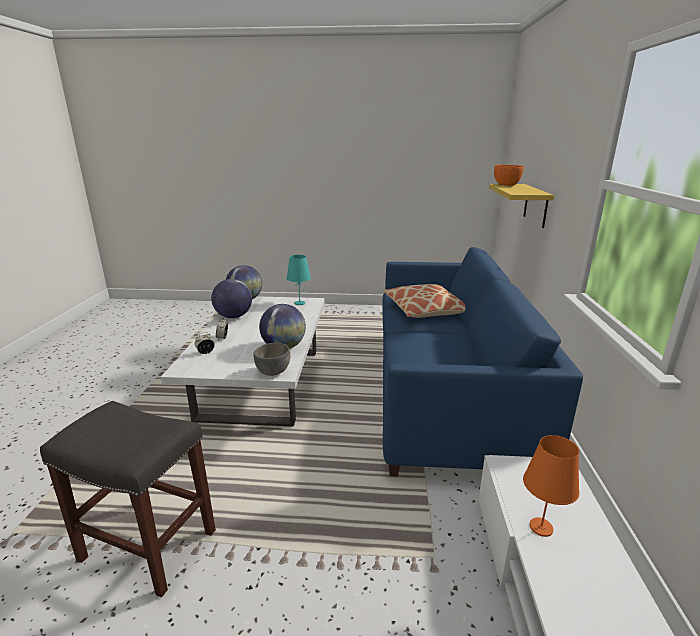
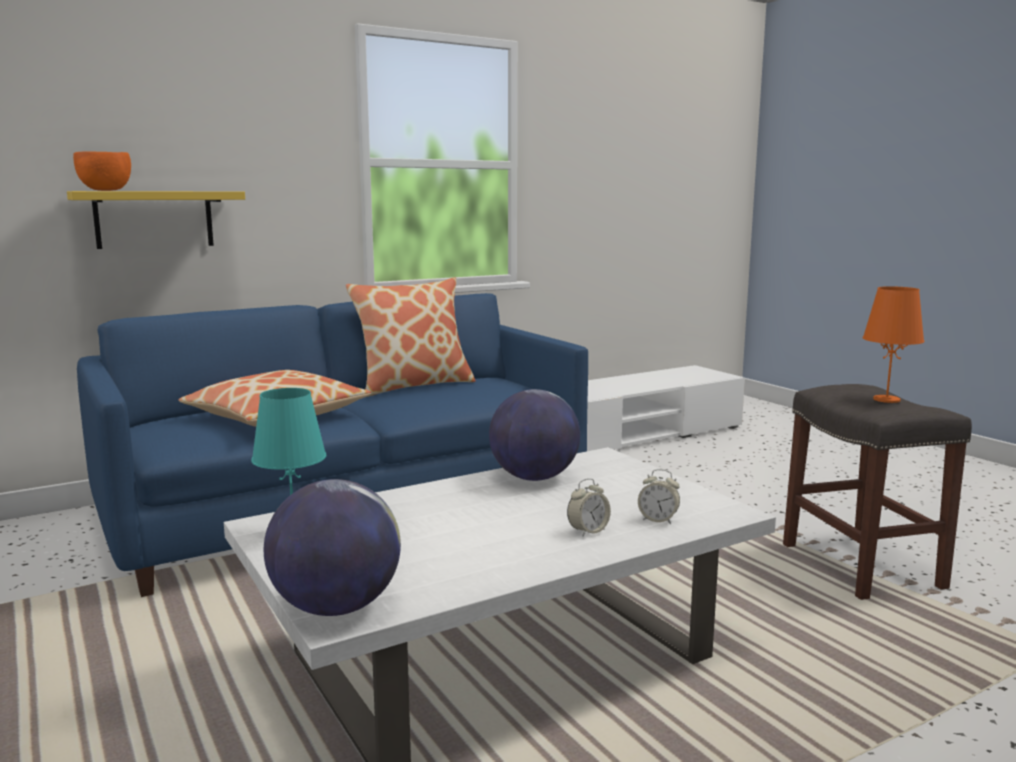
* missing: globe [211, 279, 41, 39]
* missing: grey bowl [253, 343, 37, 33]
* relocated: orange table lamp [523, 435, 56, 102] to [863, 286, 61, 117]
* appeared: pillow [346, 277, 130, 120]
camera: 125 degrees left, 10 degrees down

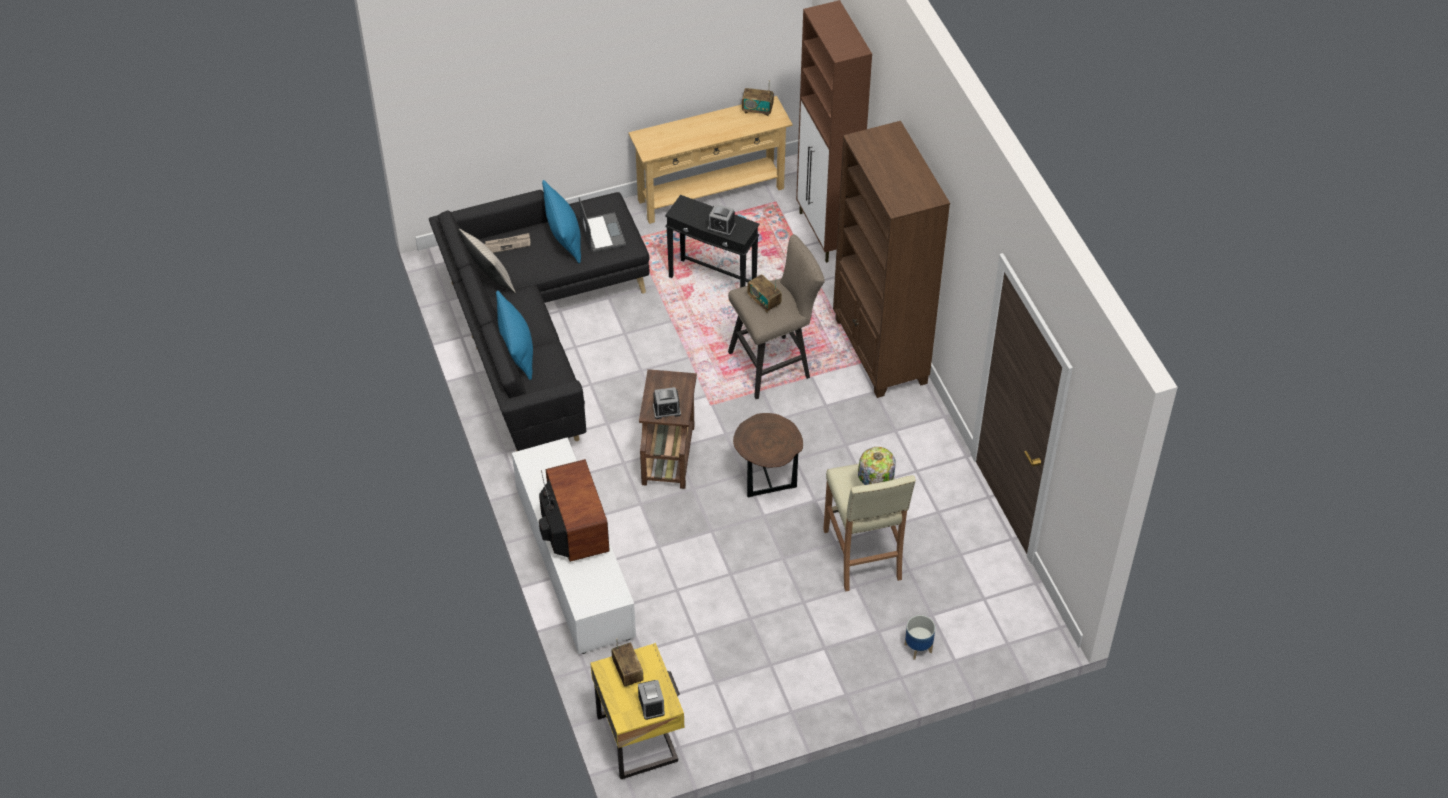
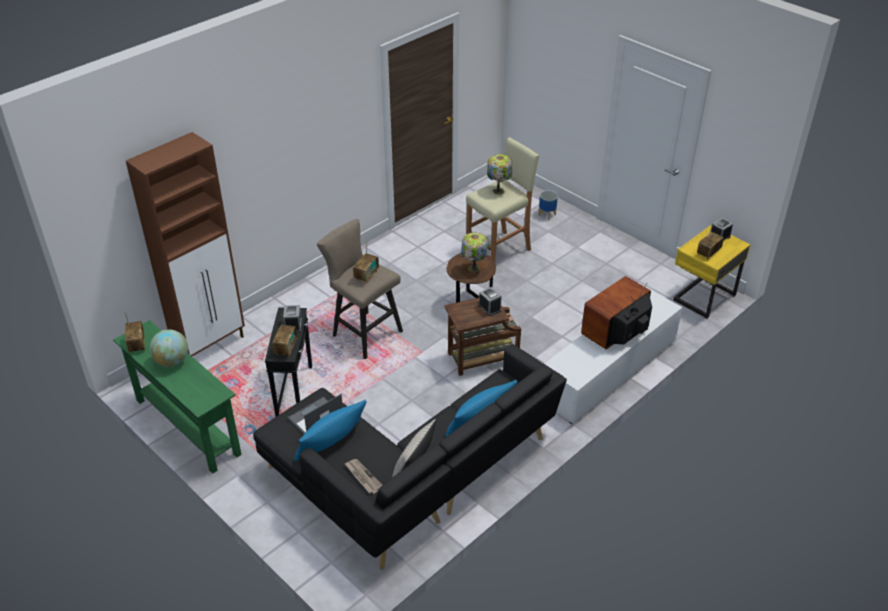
* colour: beige console table [628, 96, 165, 128] to green console table [113, 320, 129, 154]
* missing: brown bookcase [833, 121, 117, 277]
* appeared: globe [149, 330, 39, 37]
* appeared: radio [272, 314, 25, 43]
* appeared: table lamp [461, 233, 27, 40]
camera: 115 degrees left, 10 degrees down

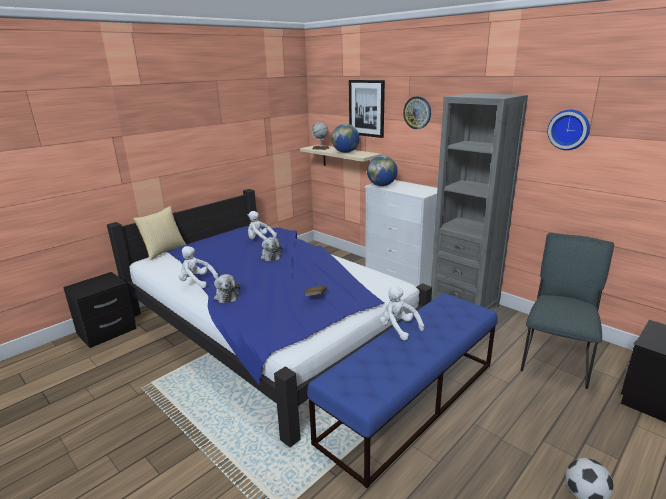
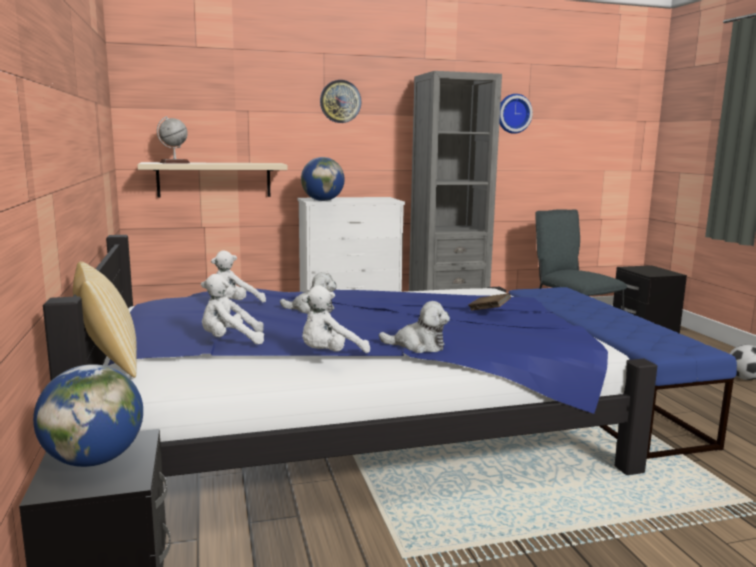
* relocated: globe [331, 124, 29, 29] to [33, 364, 110, 103]
* missing: picture [349, 80, 36, 58]
* relocated: white plush toy [380, 286, 45, 54] to [201, 274, 63, 71]
camera: 60 degrees left, 10 degrees down

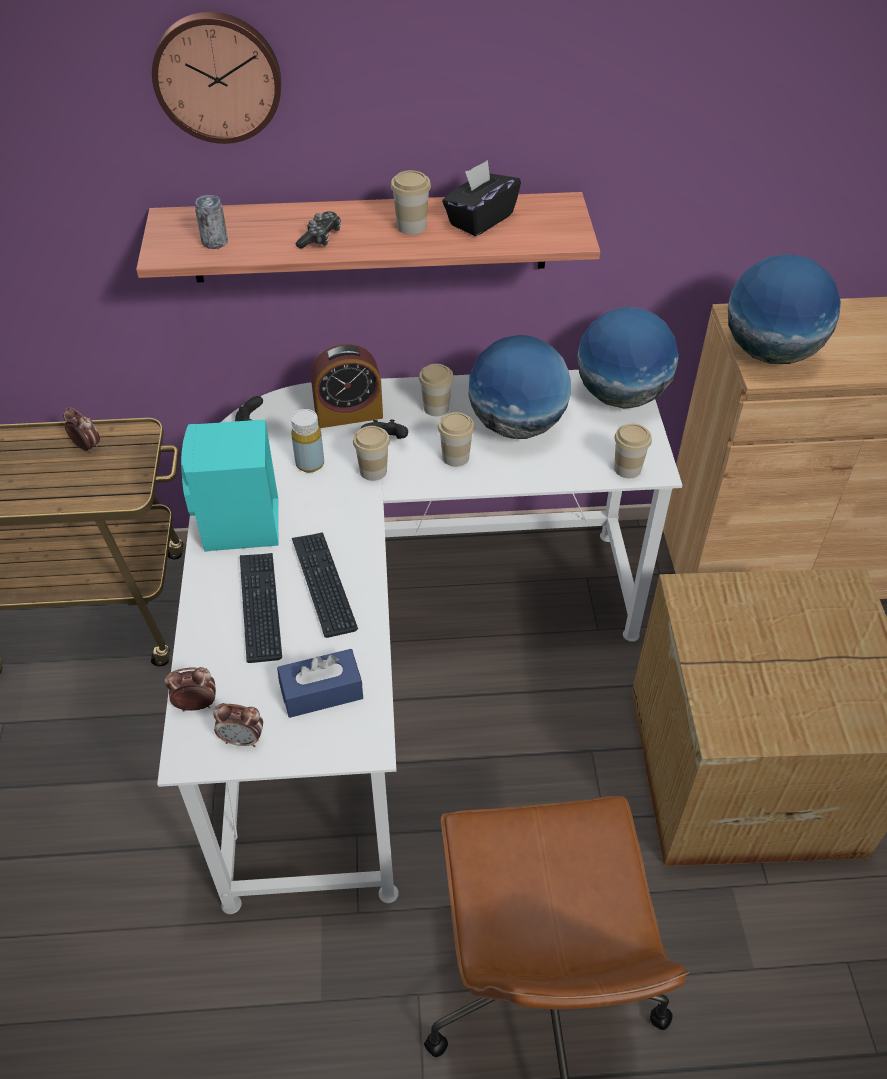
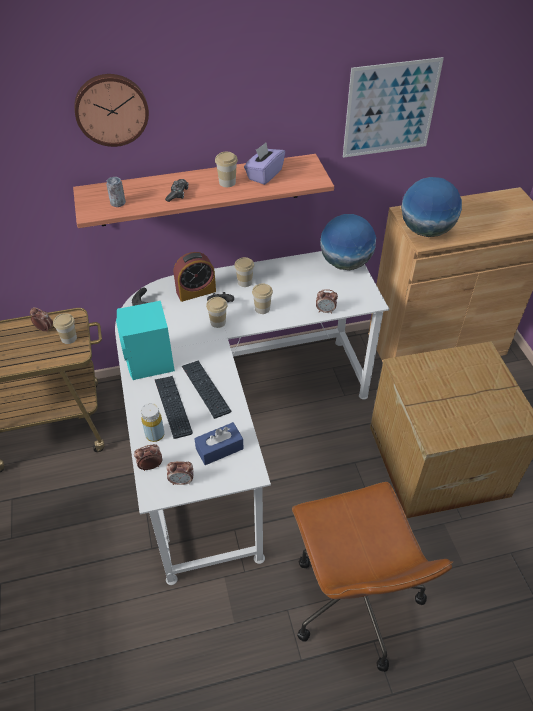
* relocated: yellow bottle [291, 409, 33, 64] to [141, 403, 24, 39]
* colour: black tissue box [442, 160, 79, 76] to purple tissue box [244, 142, 41, 43]
* missing: globe [469, 335, 102, 104]
* relocated: cup [614, 424, 38, 54] to [53, 313, 24, 31]
* appeared: alarm clock [316, 289, 22, 25]
* appeared: picture [343, 57, 101, 101]
camera: 10 degrees left, 0 degrees up

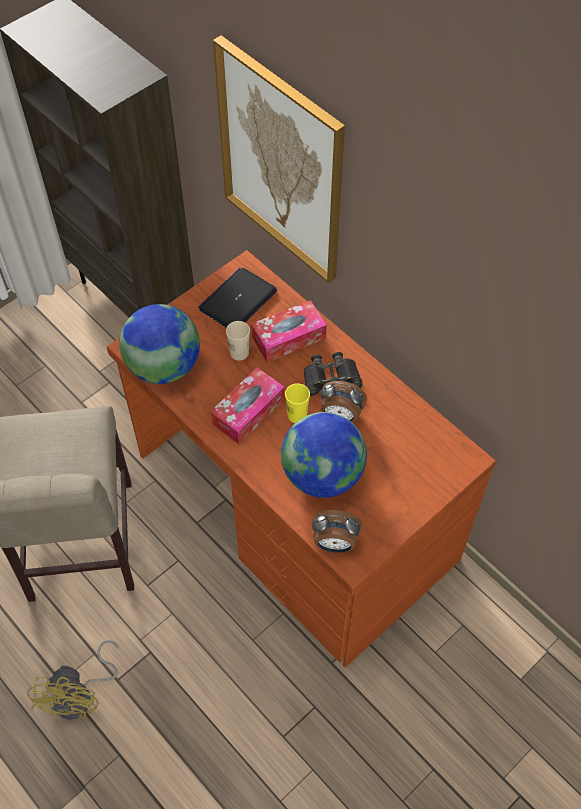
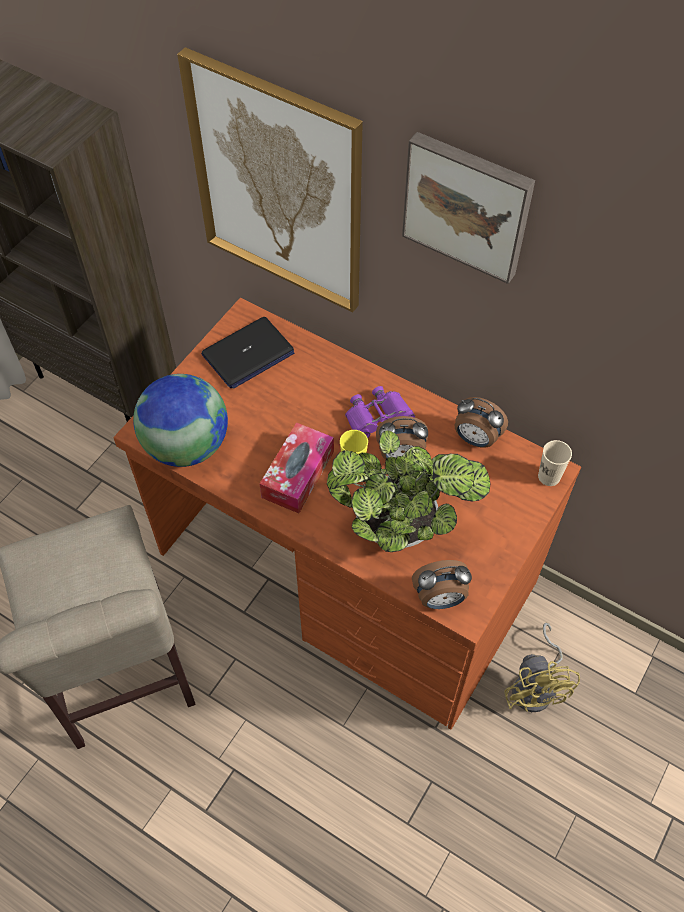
* relocated: yellow fan [27, 640, 92, 80] to [504, 623, 76, 89]
* spun: laptop [198, 268, 79, 60] = [201, 317, 93, 72] 150 degrees counterclockwise
* relocated: beige cup [226, 321, 24, 40] to [538, 440, 34, 46]
* missing: tissue box [251, 300, 76, 62]
* exchanged: globe [281, 412, 86, 86] to potted plant [327, 431, 164, 121]
* colour: black binoculars [303, 352, 60, 44] to purple binoculars [345, 386, 70, 52]
* appeared: picture [402, 132, 133, 152]
* appeared: alarm clock [455, 397, 53, 51]
camera: 15 degrees left, 0 degrees up

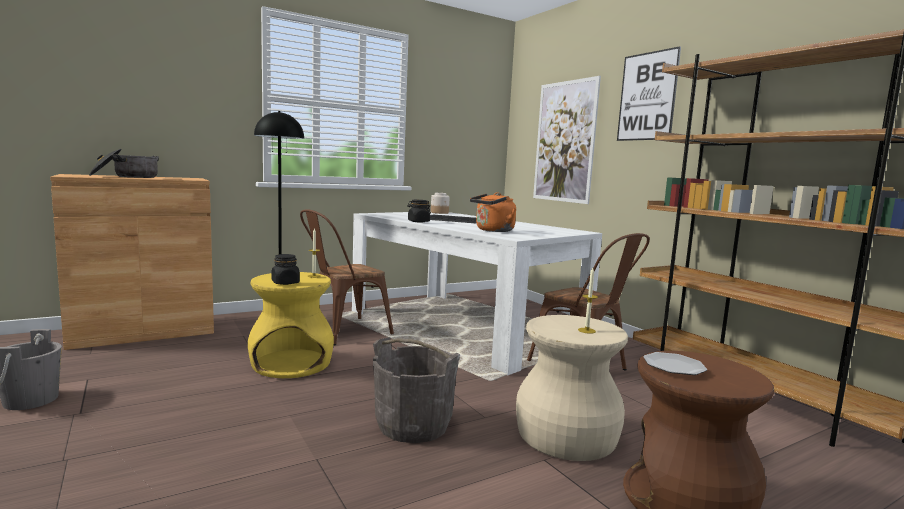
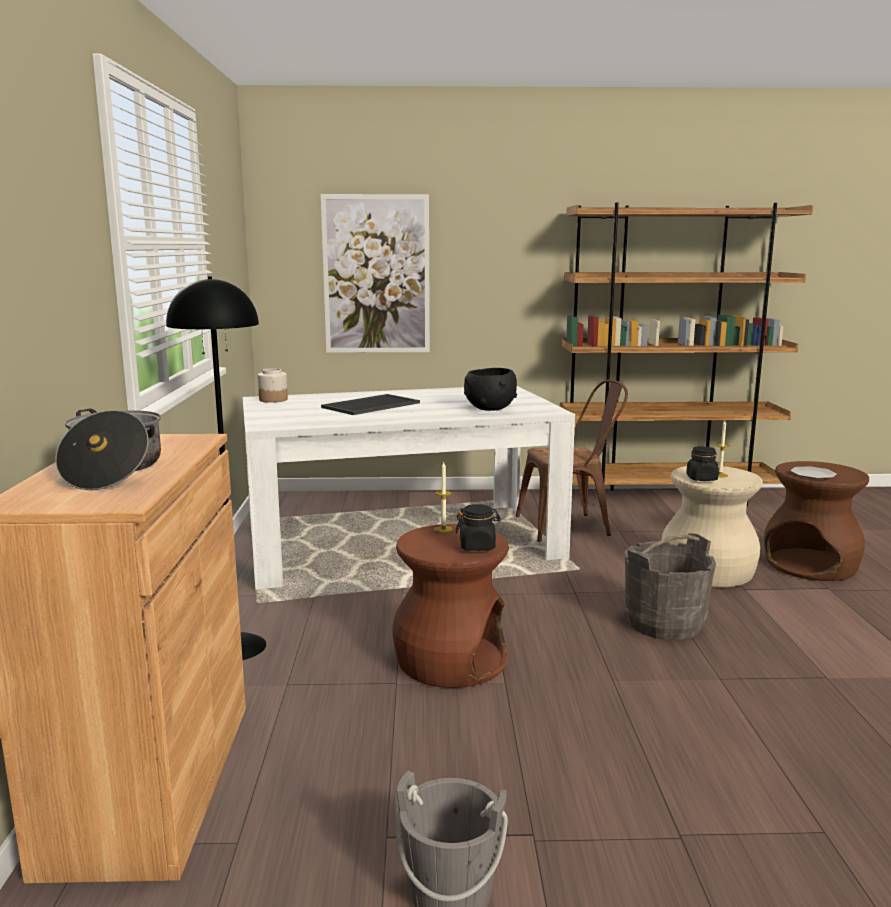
* colour: yellow stool [248, 272, 86, 106] to brown stool [393, 524, 116, 164]
* missing: brown chair [300, 209, 94, 136]
* relocated: black jar [407, 200, 24, 23] to [686, 446, 33, 35]
* exchanged: orange kettle [470, 192, 46, 40] to black bowl [464, 368, 53, 43]
* missing: picture [617, 46, 64, 95]
camera: 60 degrees left, 5 degrees up

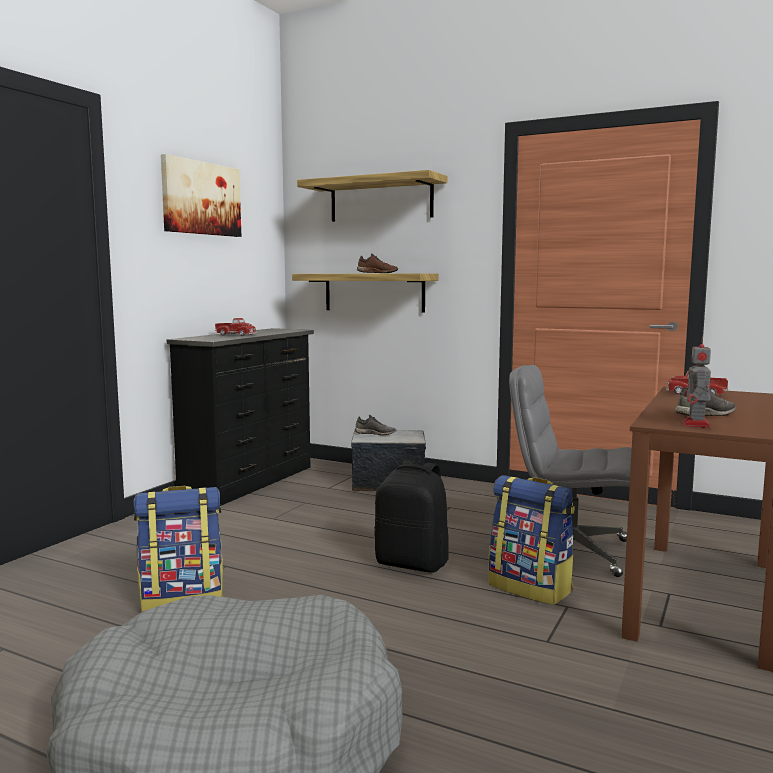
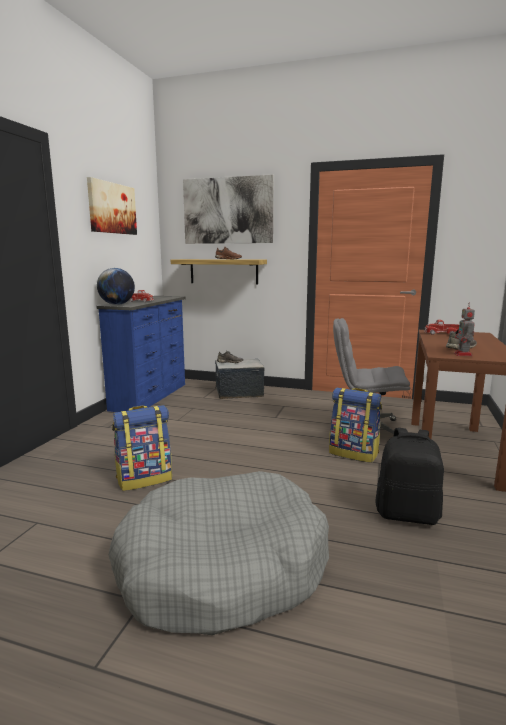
* colour: black dresser [167, 328, 147, 178] to blue dresser [96, 296, 89, 116]
* exchanged: shelf [297, 170, 150, 52] to picture [183, 175, 91, 69]
* relocated: black backpack [374, 460, 75, 113] to [376, 428, 68, 97]
* appeared: globe [97, 268, 38, 37]
camera: 10 degrees left, 5 degrees up

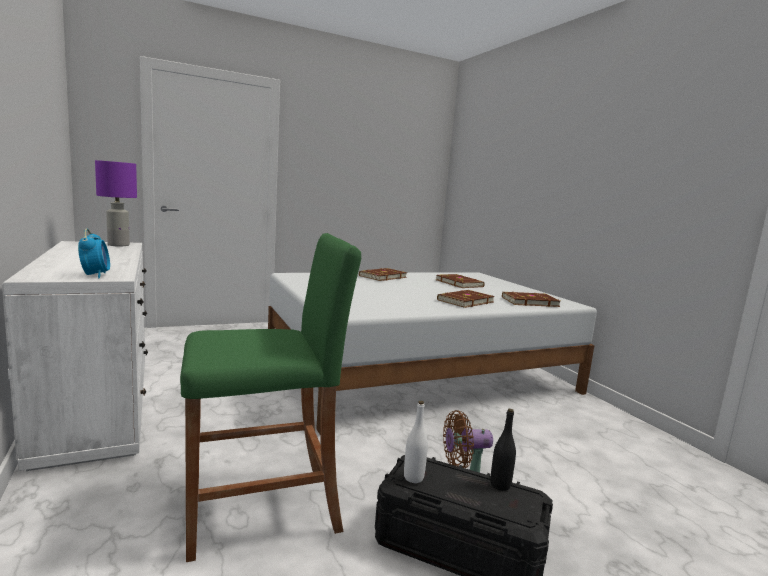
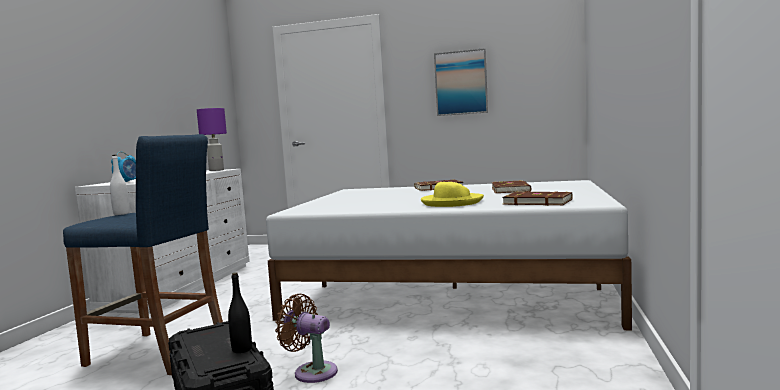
* colour: green stool [180, 233, 181, 329] to blue stool [63, 134, 160, 241]
* relocated: white bottle [404, 401, 24, 82] to [110, 155, 20, 60]
* exchanged: brown book [437, 290, 58, 18] to yellow hat [421, 182, 63, 25]
* appeared: picture [434, 48, 54, 68]
camera: 40 degrees right, 5 degrees down

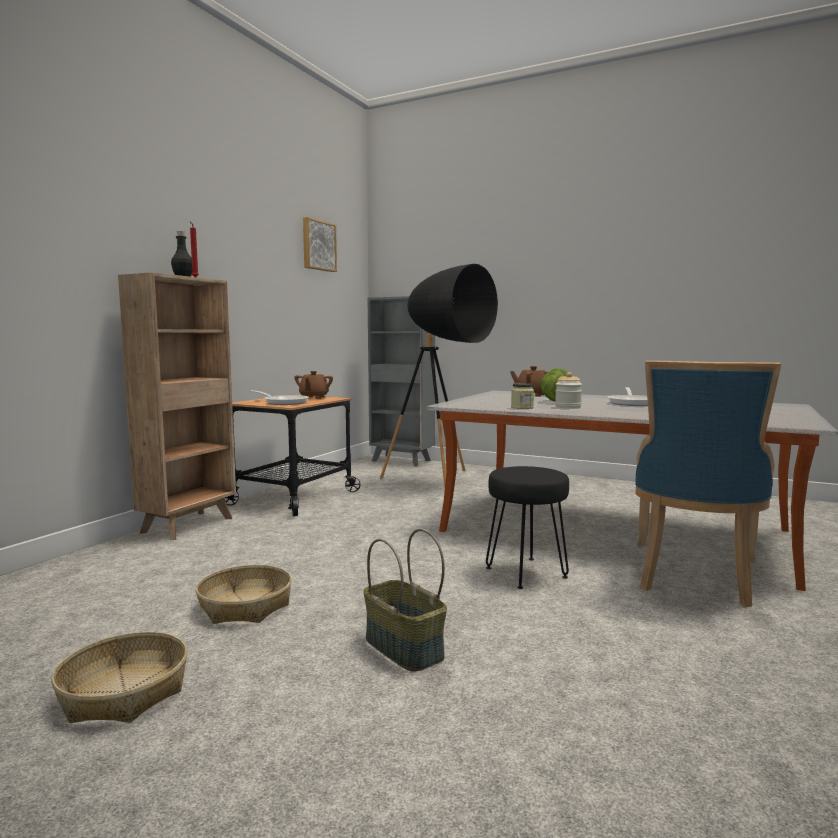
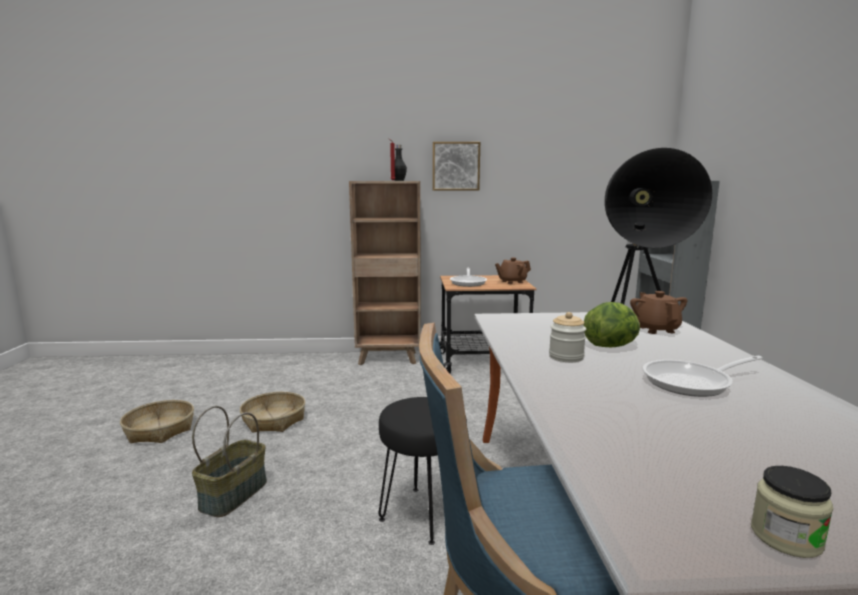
* relocated: picture [303, 217, 34, 55] to [432, 142, 48, 49]
* relocated: jar [511, 383, 23, 26] to [751, 466, 82, 92]
camera: 60 degrees right, 5 degrees up

